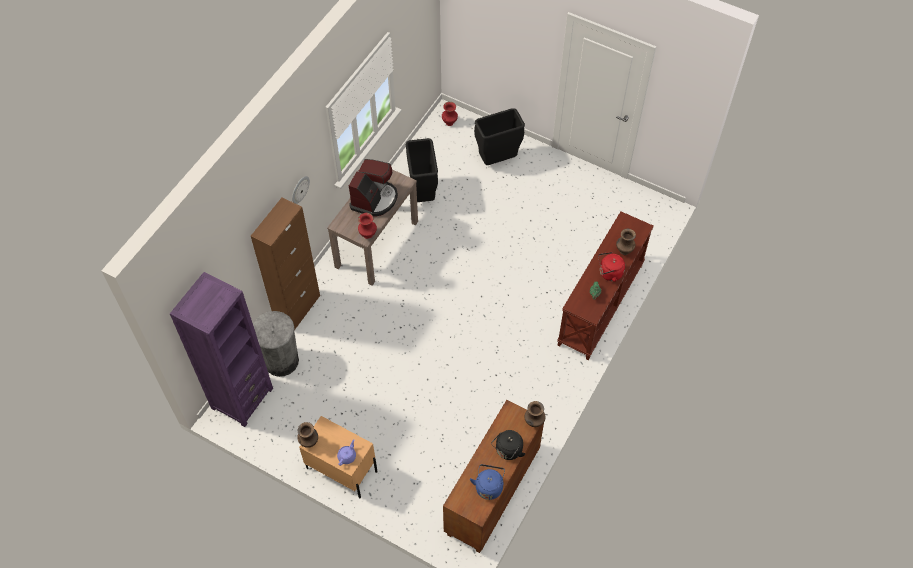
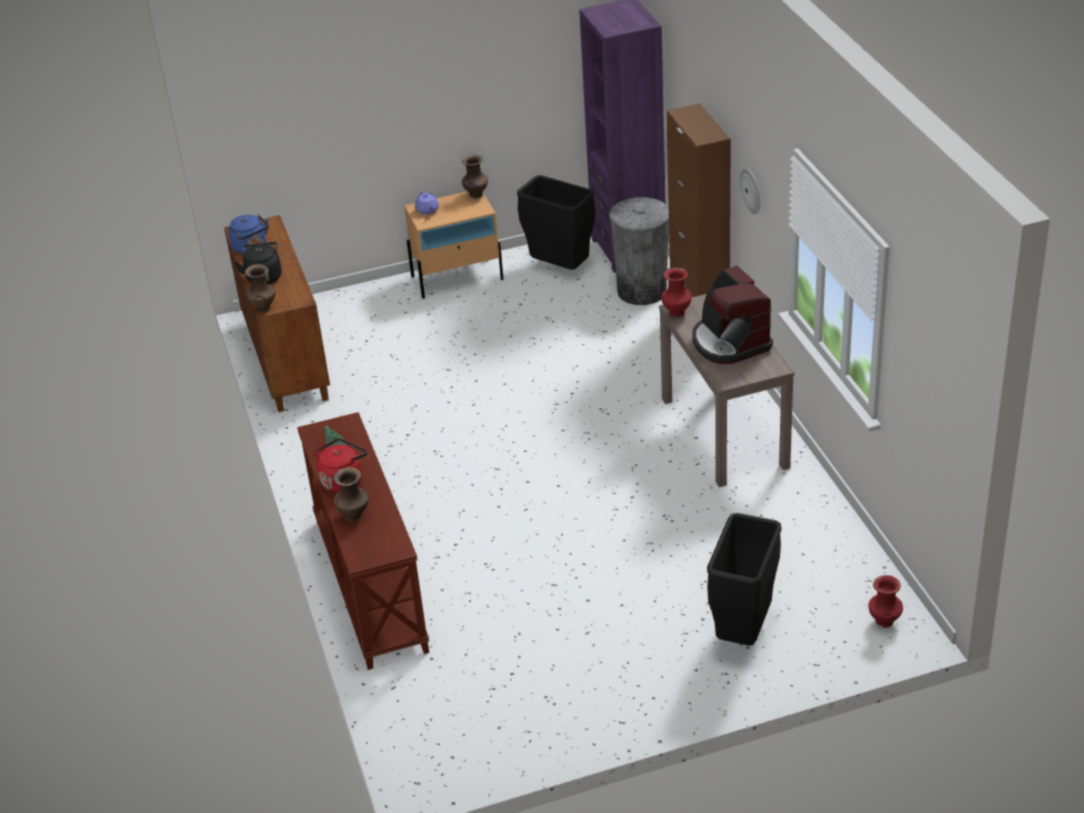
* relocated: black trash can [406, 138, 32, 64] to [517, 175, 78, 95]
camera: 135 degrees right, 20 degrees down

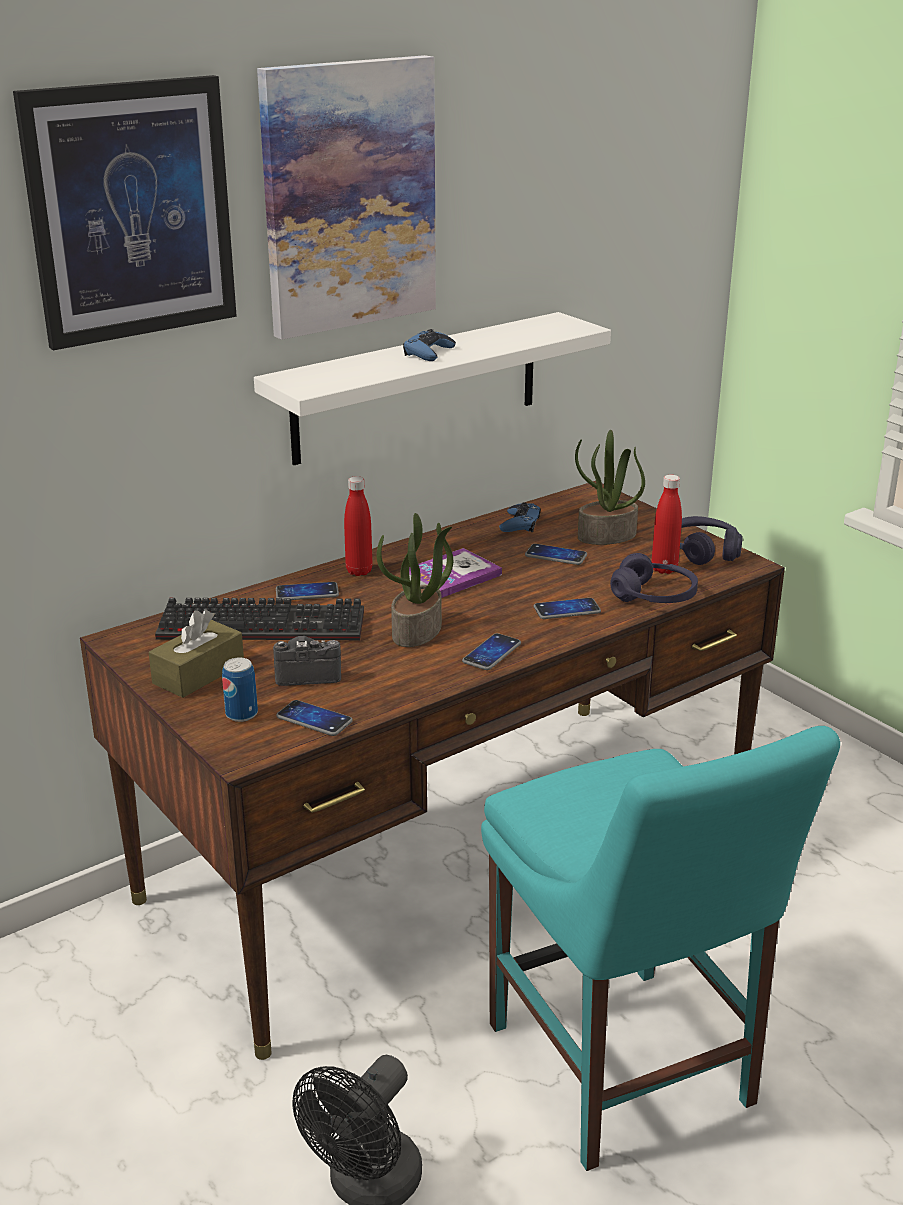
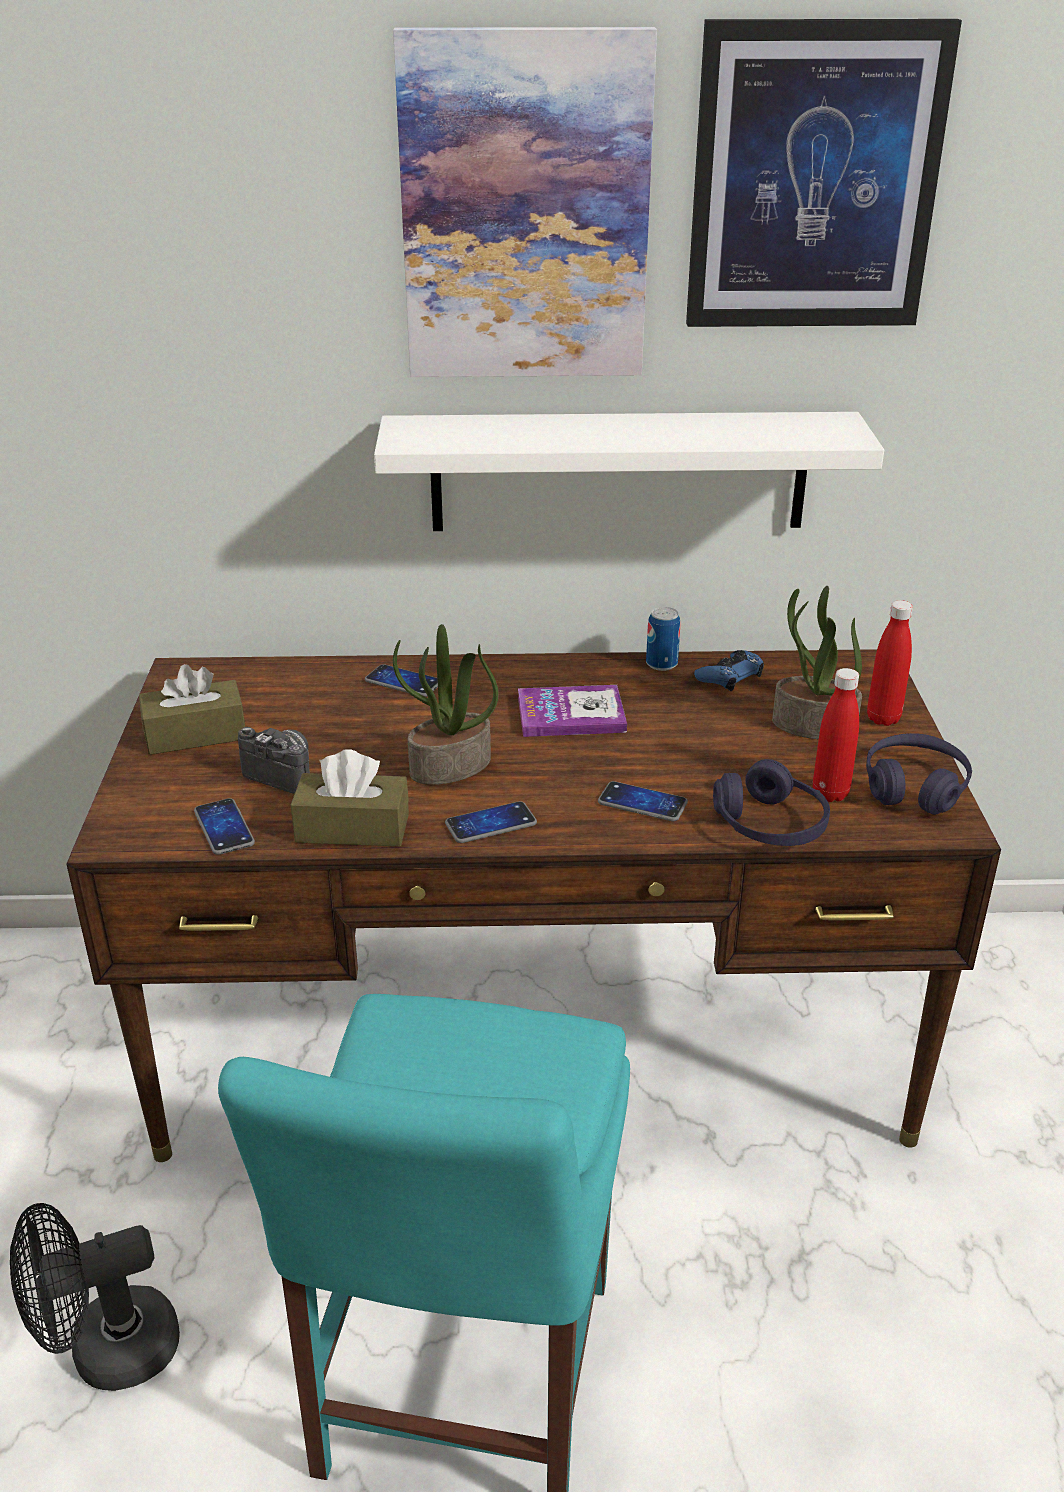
* relocated: picture [13, 75, 224, 275] to [686, 19, 276, 308]
* missing: keyboard [155, 598, 209, 43]
* relocated: can [222, 658, 36, 64] to [646, 607, 34, 64]
* relocated: red bottle [344, 476, 29, 100] to [867, 600, 46, 126]
* missing: blue game controller [403, 329, 53, 32]
* missing: phone [525, 544, 62, 21]
* appeared: brown tissue box [291, 749, 118, 98]
camera: 35 degrees right, 5 degrees up

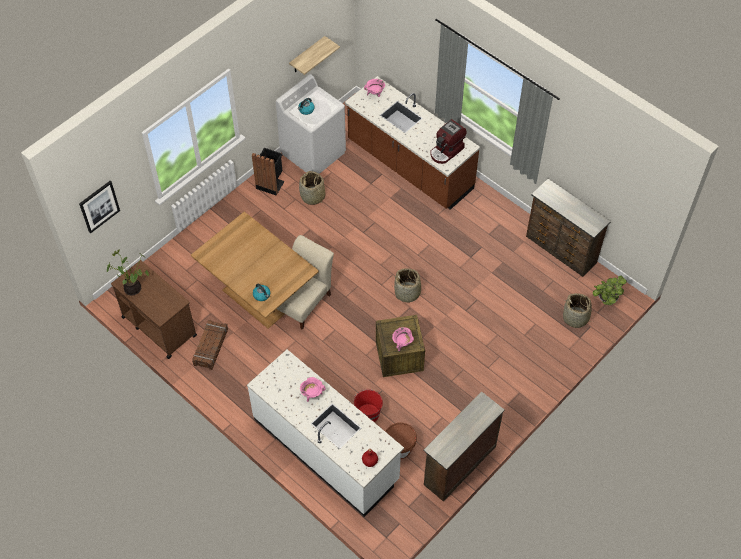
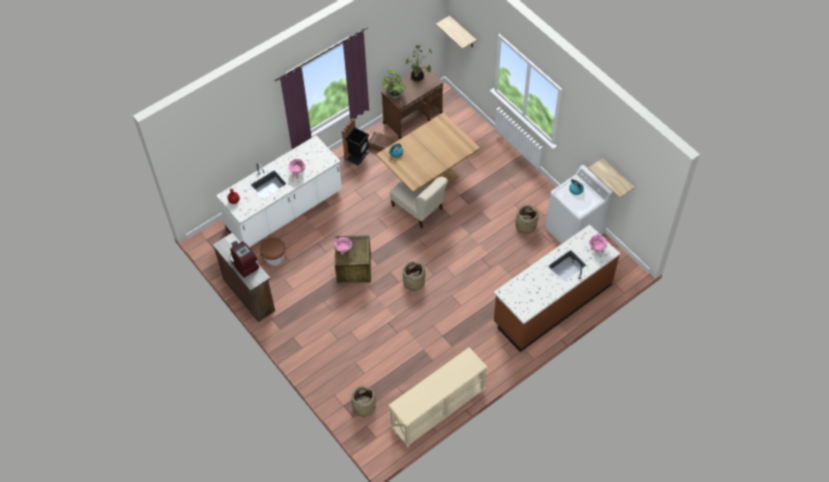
* exchanged: picture [79, 181, 41, 53] to shelf [436, 16, 41, 33]
* relocated: black trash can [252, 148, 33, 47] to [342, 118, 27, 48]
* missing: red bucket [352, 389, 31, 33]
* relocated: coffee machine [430, 119, 37, 45] to [230, 241, 29, 37]
* exchanged: brown dresser [526, 179, 85, 98] to beige console table [389, 347, 98, 101]
* relocated: potted plant [593, 275, 34, 30] to [382, 70, 24, 28]
camera: 100 degrees right, 0 degrees up

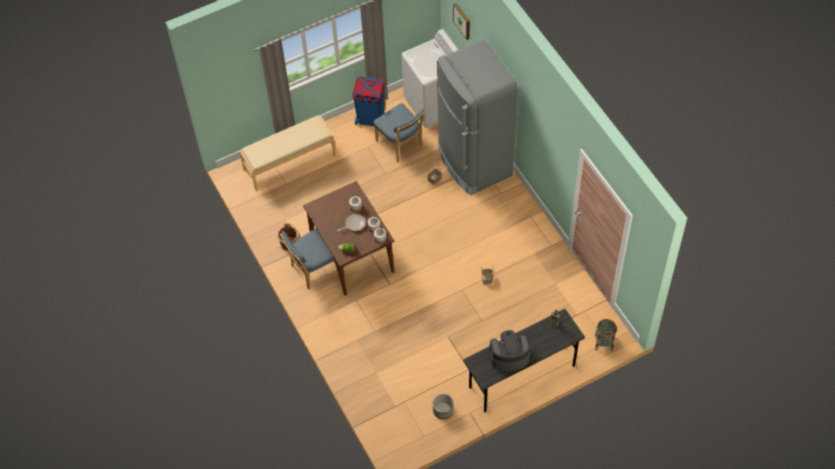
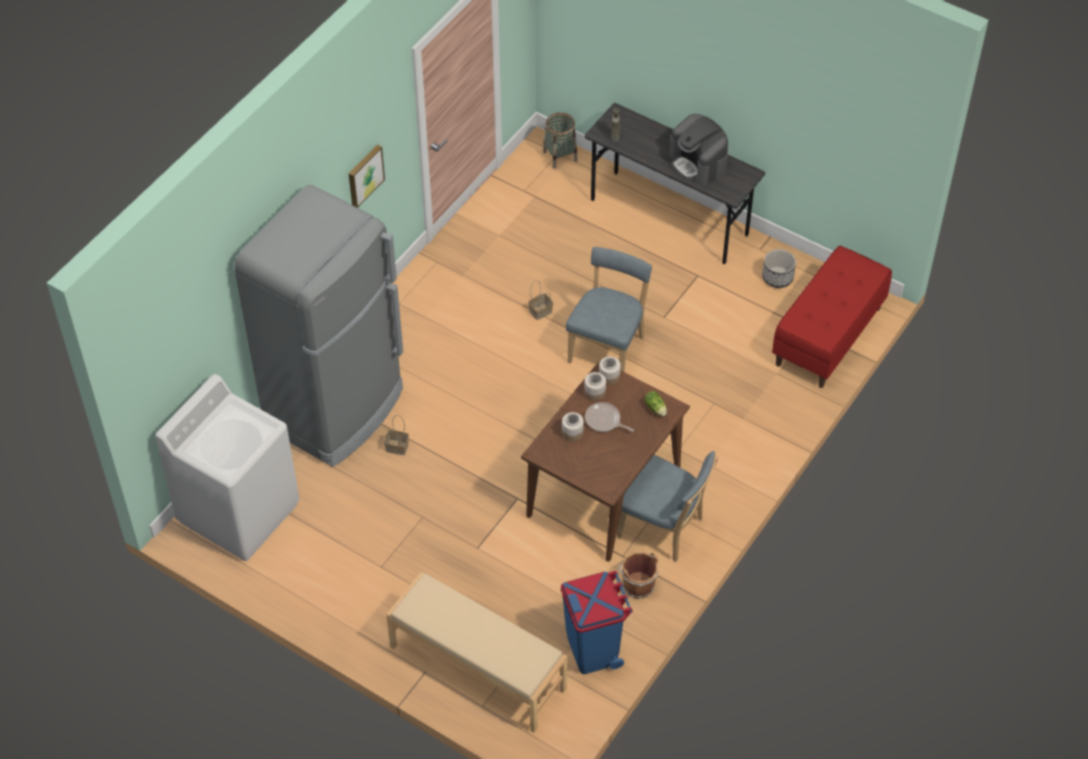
* relocated: blue trash can [352, 77, 33, 49] to [561, 570, 72, 104]
* relocated: blue chair [373, 103, 52, 59] to [566, 246, 86, 126]
* relocated: picture [453, 3, 17, 37] to [349, 145, 36, 63]
* appeared: red bench [772, 246, 120, 142]
camera: 120 degrees left, 5 degrees down

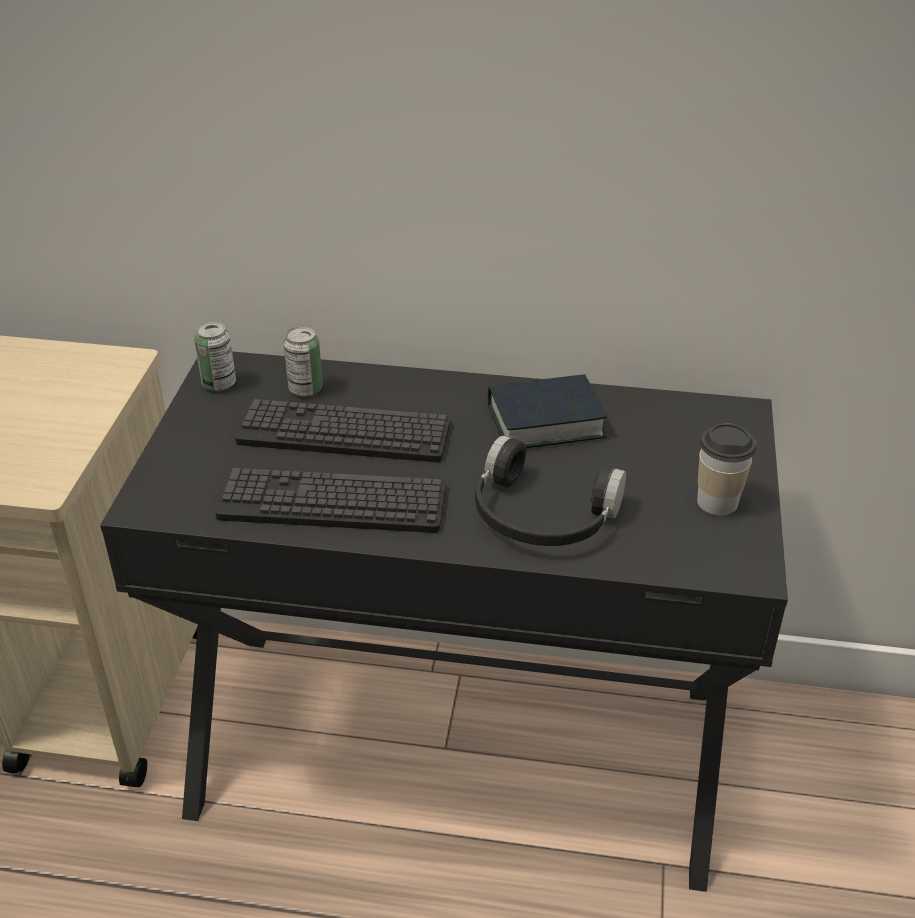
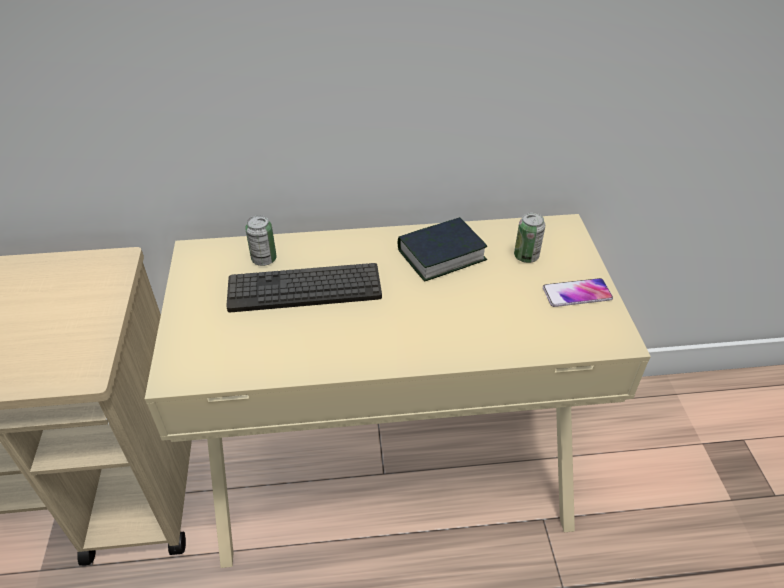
* colour: black desk [100, 351, 688, 541] to beige desk [145, 214, 506, 354]
* relocated: can [194, 321, 42, 70] to [514, 212, 31, 51]
* missing: keyboard [215, 468, 231, 65]
* missing: black headphones [475, 435, 151, 111]
* exchanged: cup [697, 423, 59, 92] to phone [543, 278, 70, 29]
camera: 15 degrees left, 5 degrees up

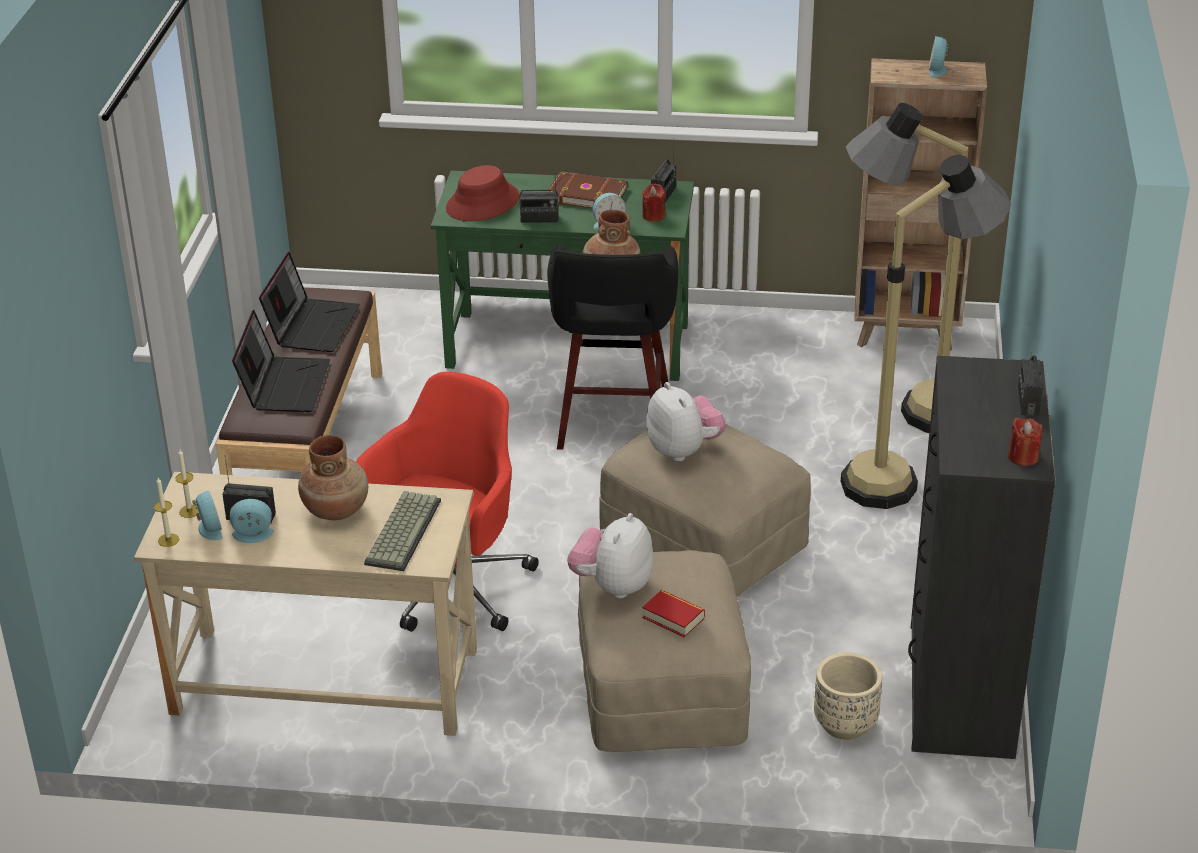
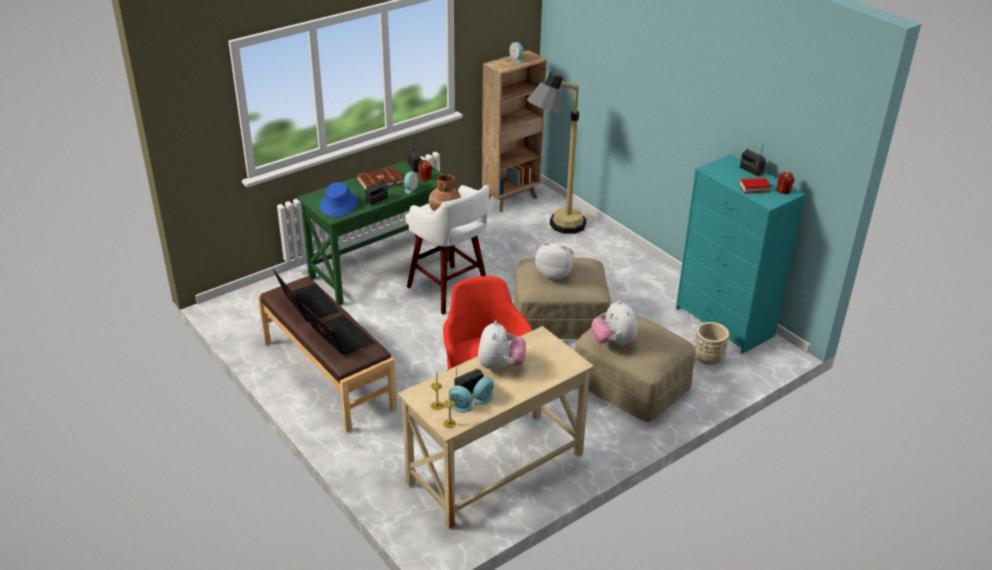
* exchanged: brown vase [298, 435, 70, 85] to plush toy [478, 320, 48, 52]
* missing: keyboard [364, 491, 77, 80]
* colour: red hat [446, 165, 74, 56] to blue hat [320, 182, 38, 35]
* colour: black stool [547, 243, 131, 207] to white stool [405, 185, 84, 130]
* relocated: book [642, 590, 63, 48] to [739, 178, 32, 16]
* missing: floor lamp [841, 154, 170, 355]
* colour: black dresser [908, 356, 148, 403] to turquoise dresser [676, 155, 130, 199]
camera: 45 degrees left, 0 degrees up

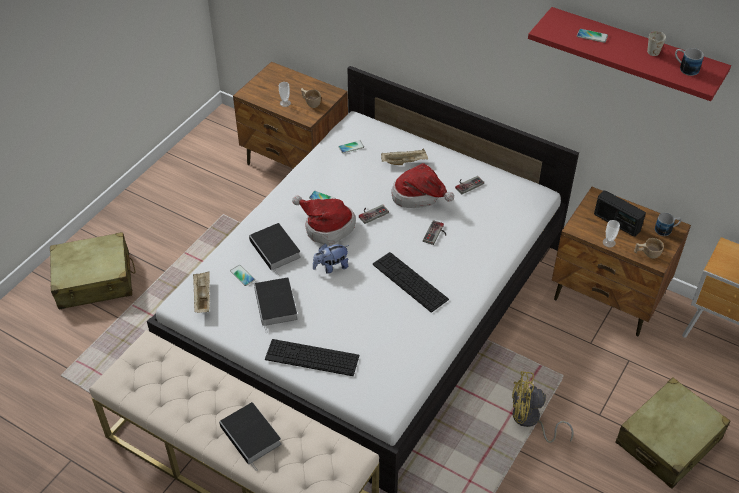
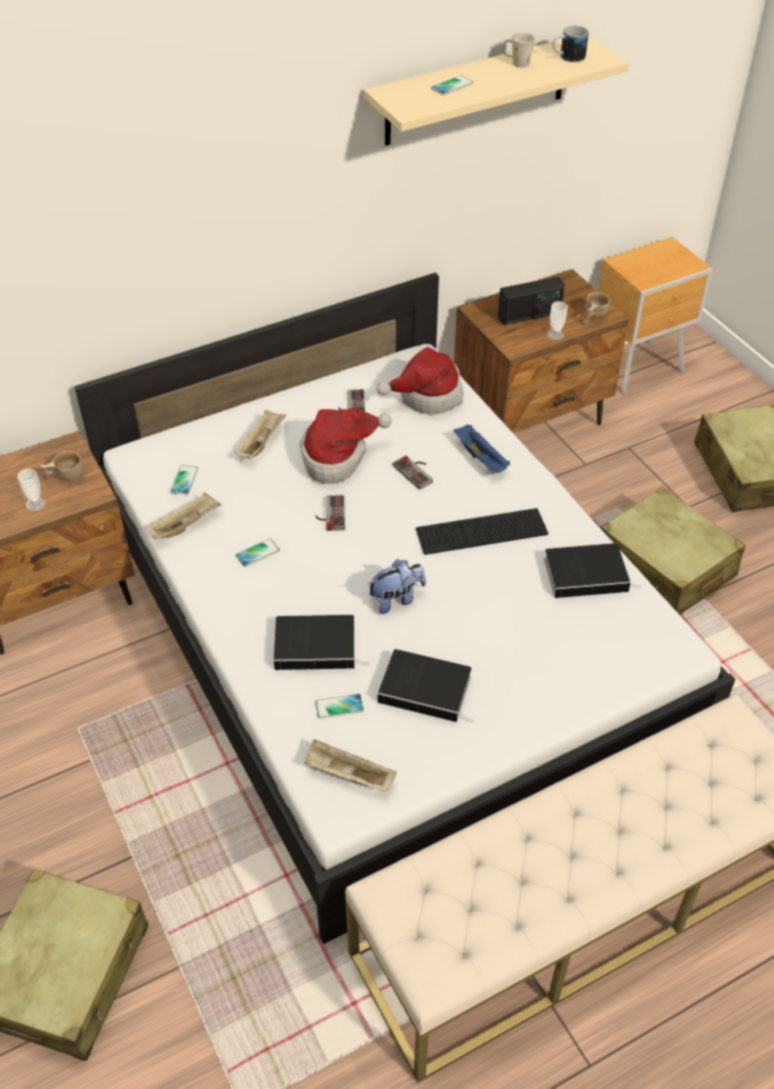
* relocated: book [219, 402, 62, 69] to [544, 543, 98, 55]
* missing: keyboard [265, 339, 94, 37]
* relocated: hat [292, 196, 64, 50] to [377, 347, 87, 67]
* spun: plush toy [313, 243, 36, 30] = [368, 559, 58, 55] 120 degrees counterclockwise
* exchanged: yellow fan [512, 371, 62, 72] to beige suitcase [600, 487, 146, 128]
* colour: red shelf [528, 7, 203, 94] to beige shelf [363, 36, 266, 110]
* missing: mug [655, 213, 27, 23]
* appeared: beige tray [146, 492, 76, 48]
* appeared: blue tray [454, 425, 56, 49]
camera: 60 degrees left, 0 degrees up

